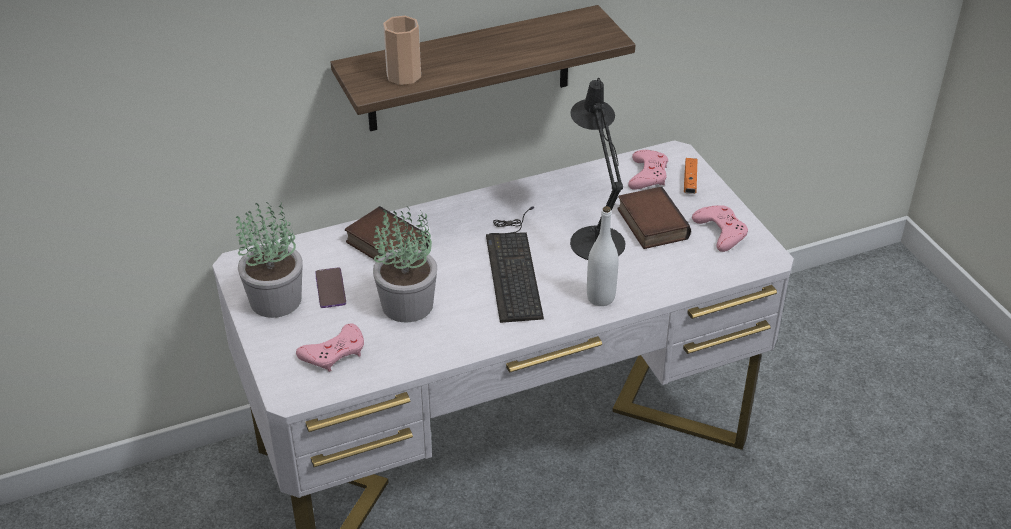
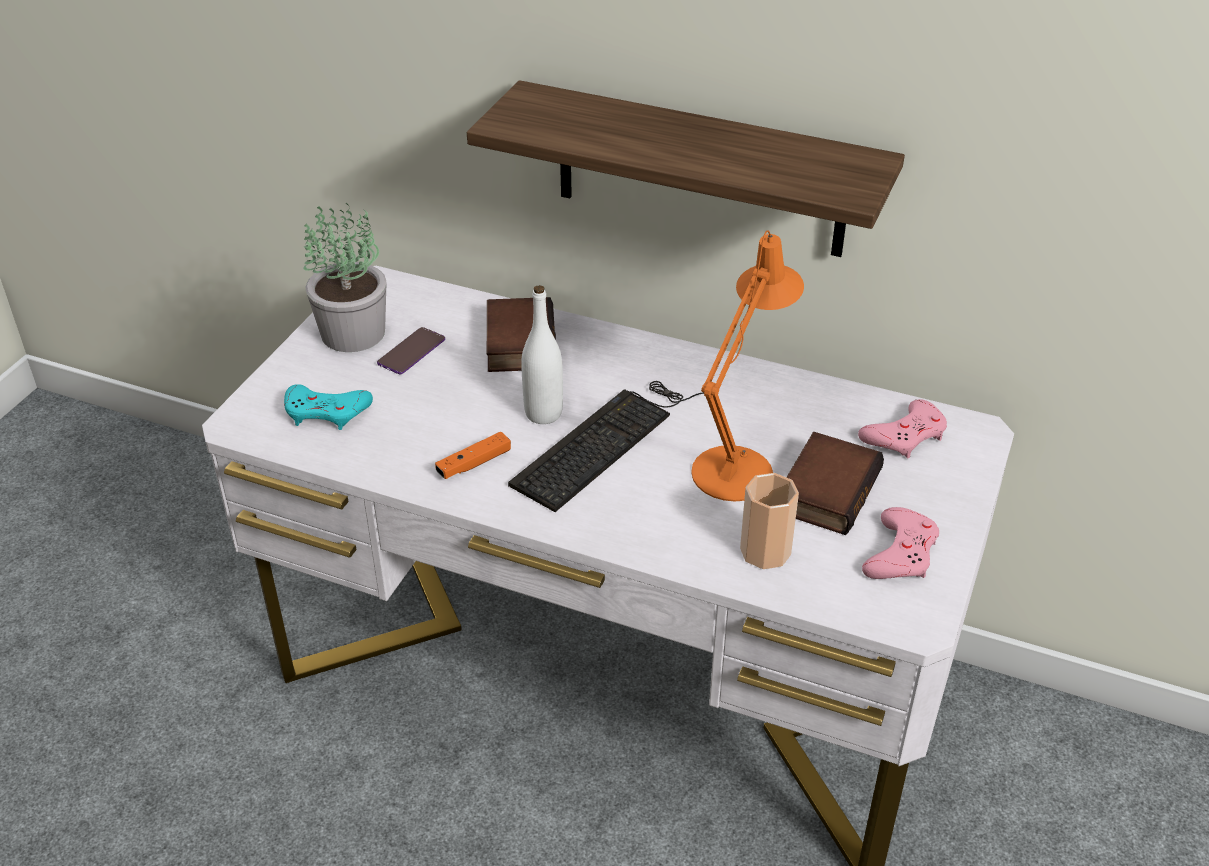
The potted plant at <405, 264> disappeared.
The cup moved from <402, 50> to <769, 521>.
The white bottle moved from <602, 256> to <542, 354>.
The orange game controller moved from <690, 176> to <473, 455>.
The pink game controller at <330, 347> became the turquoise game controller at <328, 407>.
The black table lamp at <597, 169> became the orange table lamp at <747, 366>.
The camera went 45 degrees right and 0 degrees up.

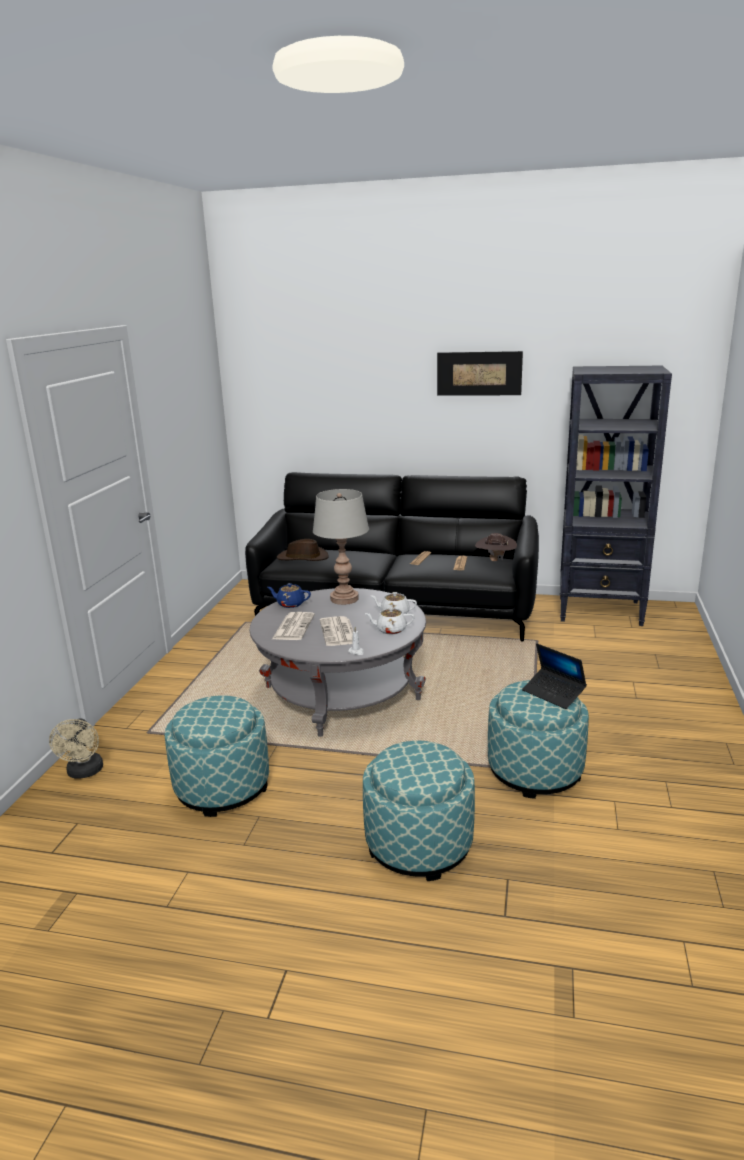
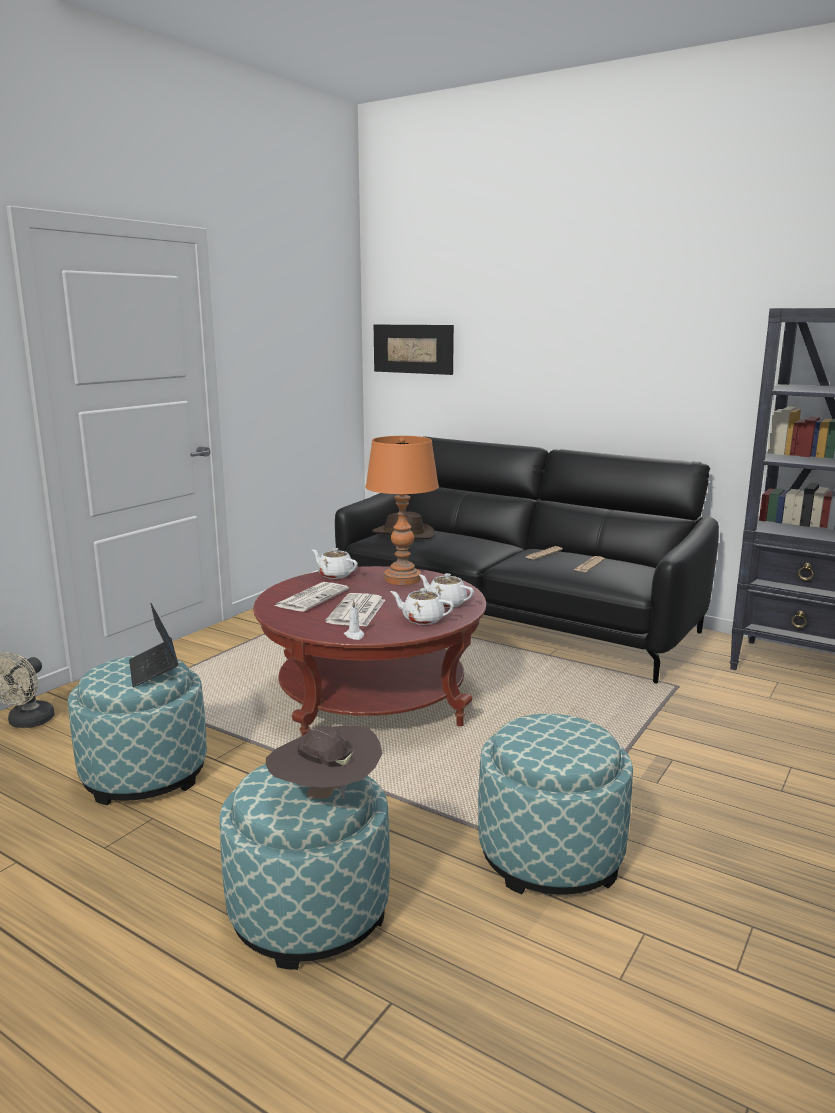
The picture moved from <480, 373> to <414, 350>.
The brown hat moved from <496, 547> to <324, 762>.
The laptop moved from <554, 676> to <153, 645>.
The grey coffee table at <338, 662> became the red coffee table at <369, 651>.
The blue teapot at <289, 595> became the white teapot at <335, 563>.
The grey table lamp at <341, 547> became the orange table lamp at <402, 510>.
The camera went 20 degrees right and 5 degrees down.

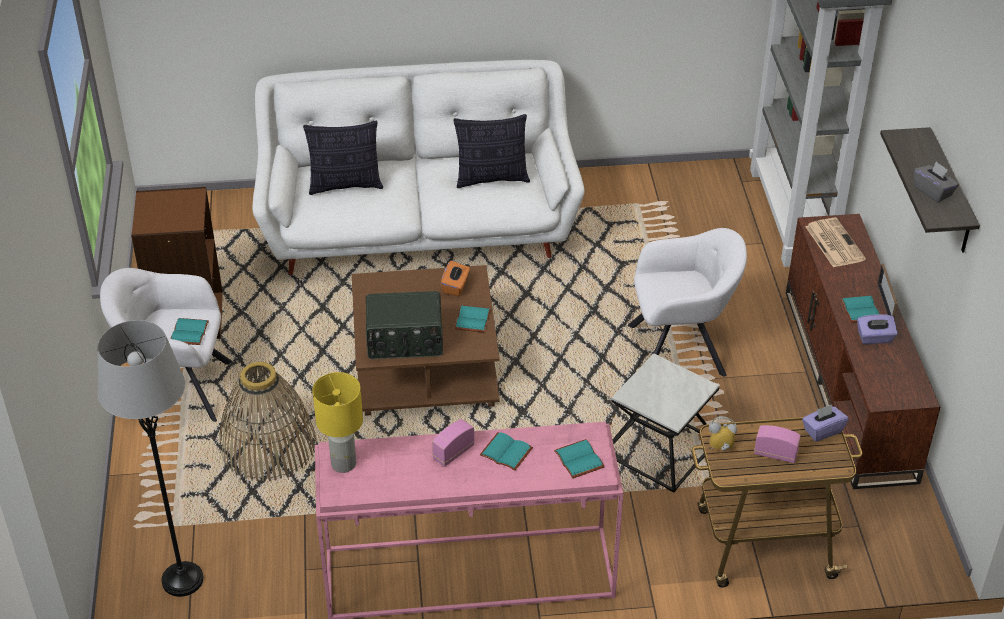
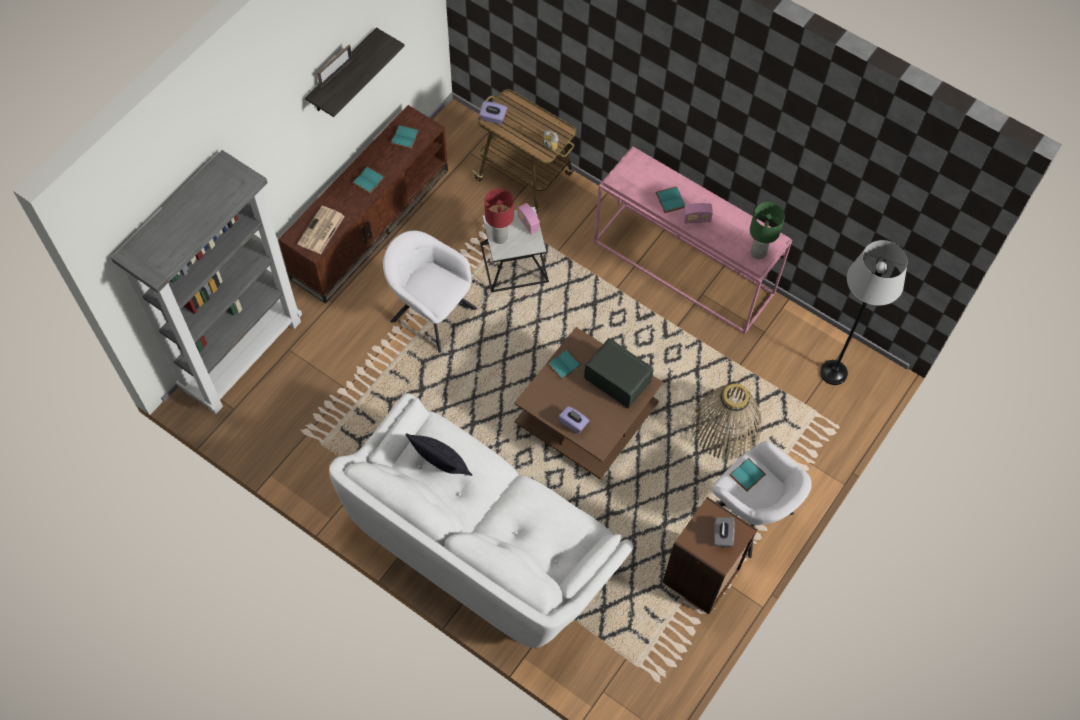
The pillow at <343, 158> disappeared.
The orange tissue box at <455, 278> disappeared.
The red table lamp at <499, 216> appeared.
The turquoise book moved from <579, 459> to <405, 137>.
The radio moved from <777, 444> to <529, 218>.
The purple tissue box moved from <877, 329> to <574, 420>.
The picture frame moved from <887, 291> to <335, 66>.
The grey tissue box moved from <936, 182> to <724, 532>.
The yellow table lamp at <337, 422> became the green table lamp at <767, 231>.
The camera went 140 degrees left and 20 degrees up.

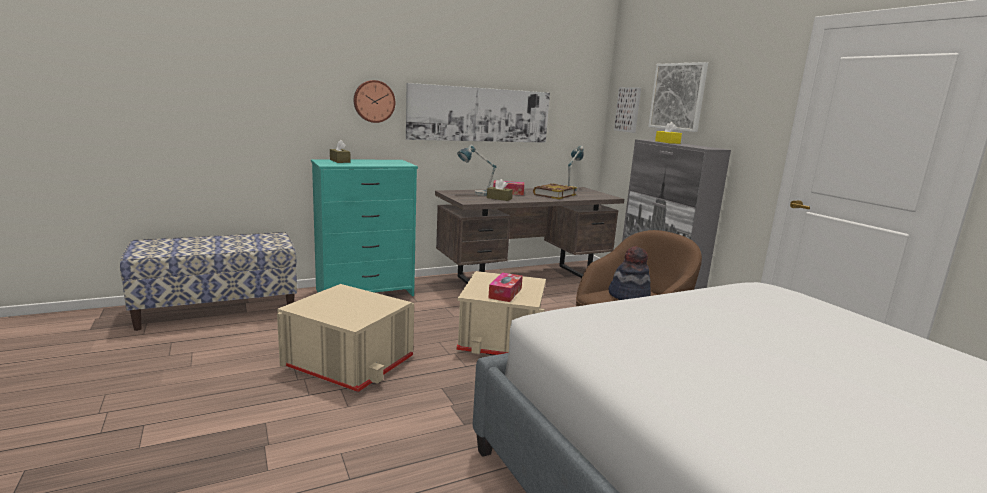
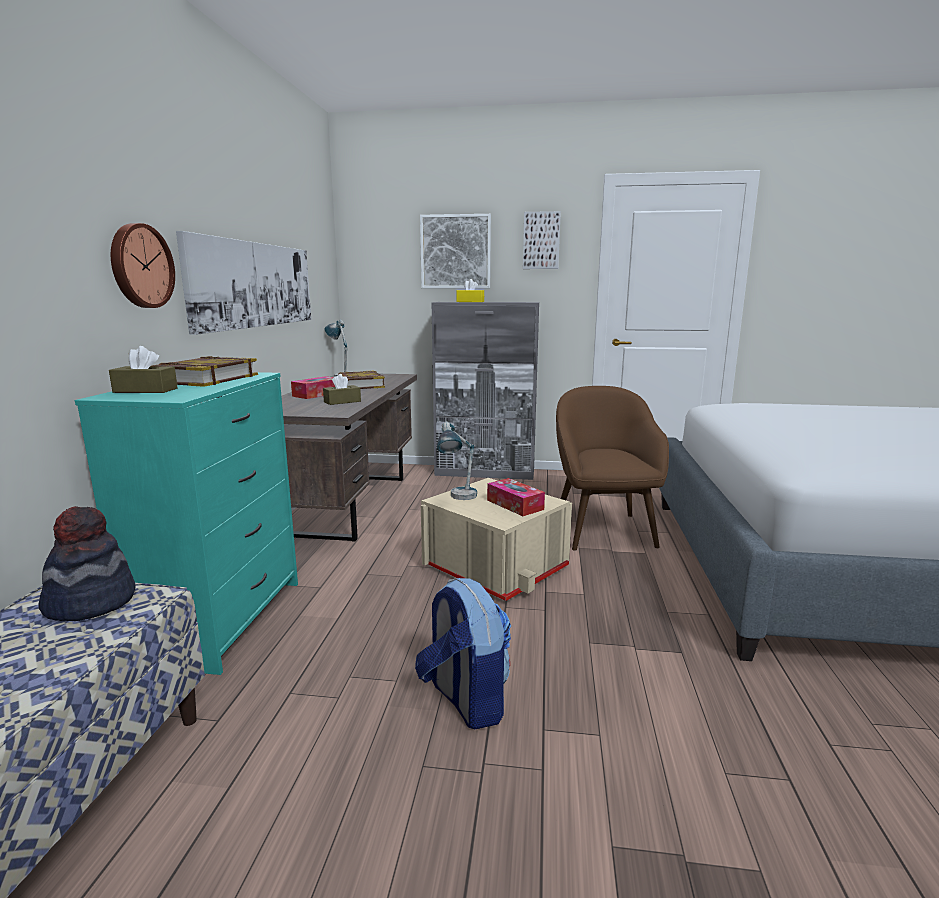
The book at <205, 371> appeared.
The table lamp moved from <476, 170> to <457, 461>.
The hat moved from <629, 273> to <87, 563>.
The picture moved from <627, 110> to <542, 240>.
The beige storage box at <345, 338> was replaced by the backpack at <463, 653>.
The camera went 55 degrees left and 0 degrees up.

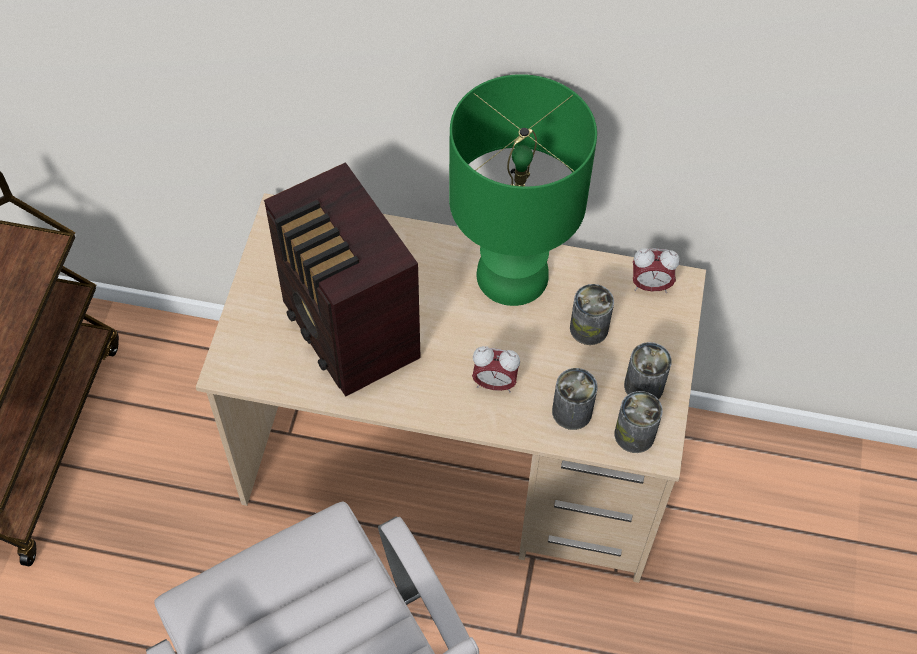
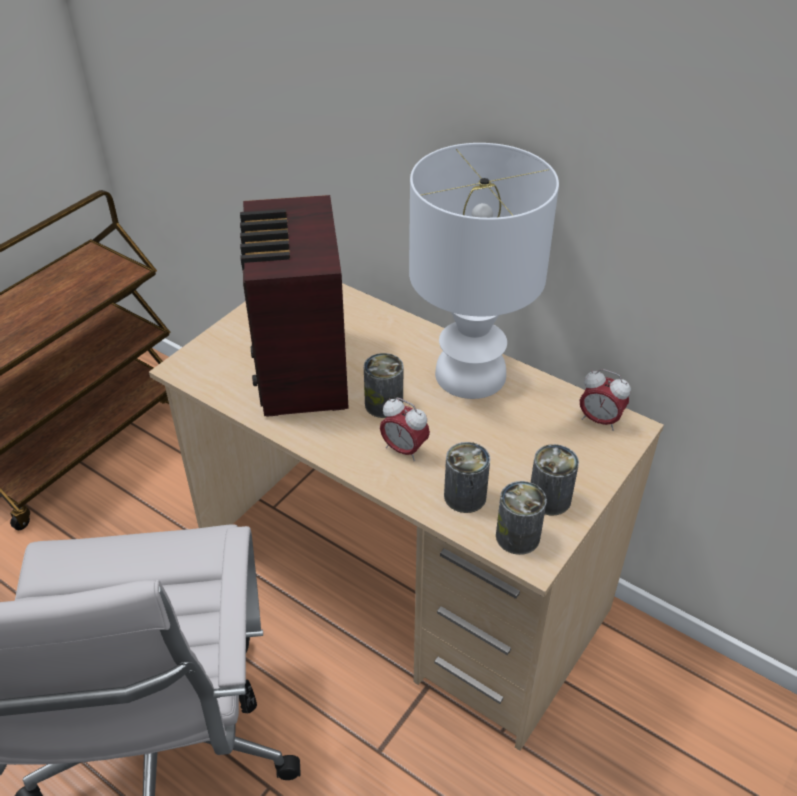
The can moved from <592, 314> to <383, 385>.
The green table lamp at <523, 190> became the white table lamp at <484, 271>.
The camera went 25 degrees right and 15 degrees down.

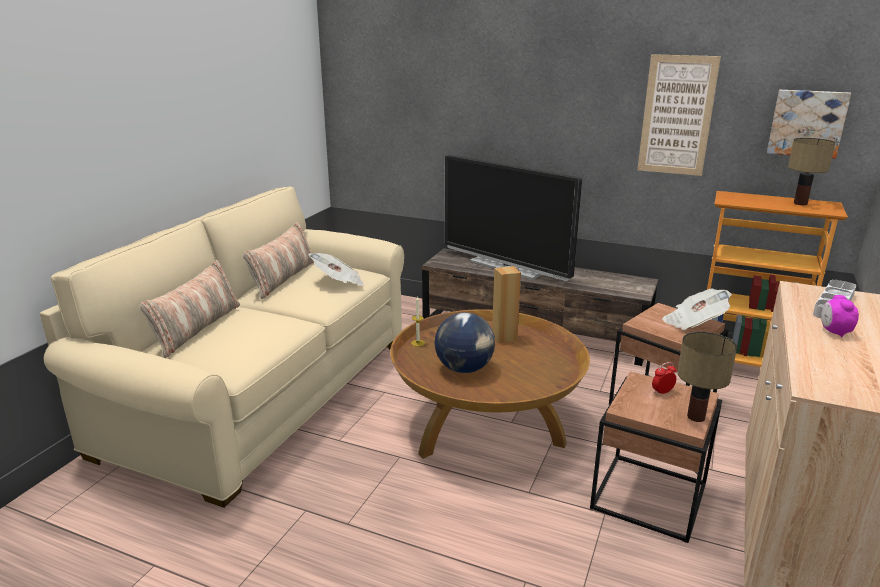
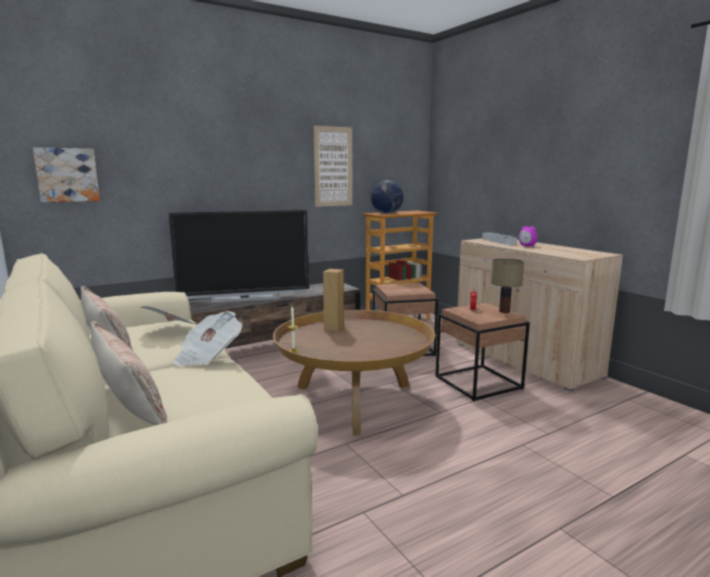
The table lamp at <811, 171> disappeared.
The globe moved from <465, 342> to <387, 197>.
The newspaper moved from <697, 309> to <207, 338>.
The picture moved from <809, 124> to <66, 175>.
The camera went 55 degrees left and 10 degrees down.

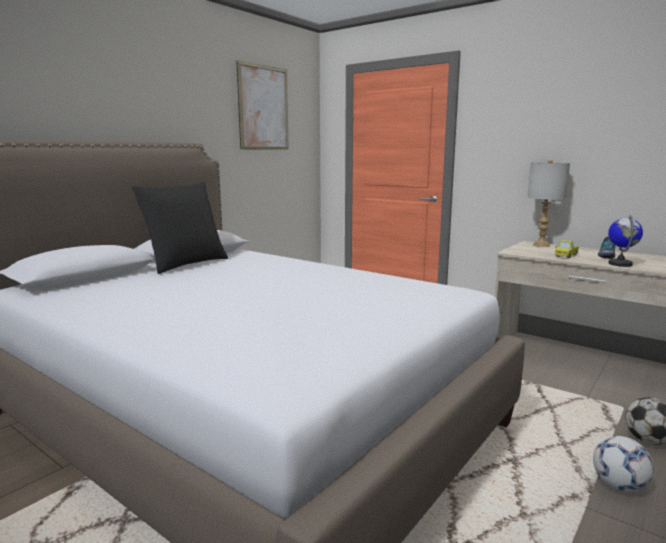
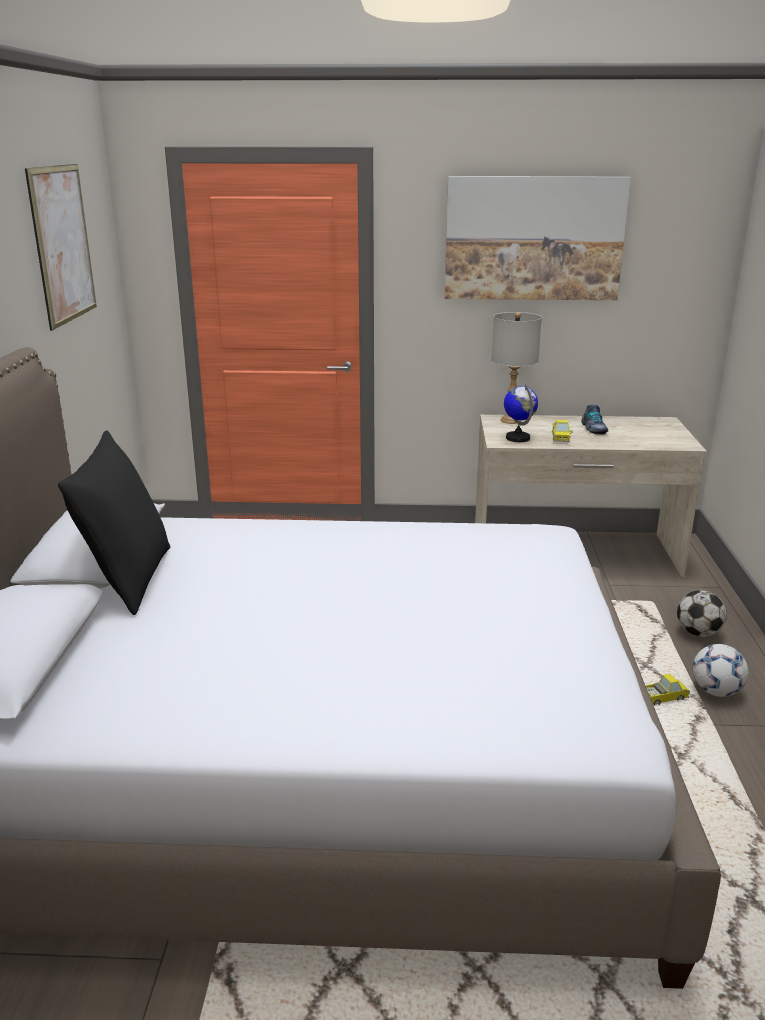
The picture at <538, 238> appeared.
The toy truck at <667, 690> appeared.
The globe moved from <625, 241> to <521, 413>.
The camera went 35 degrees left and 10 degrees up.

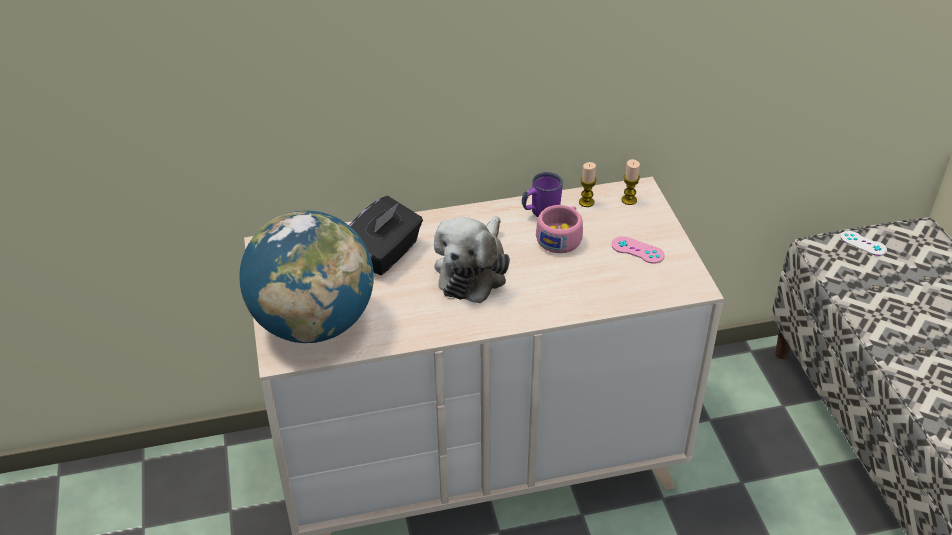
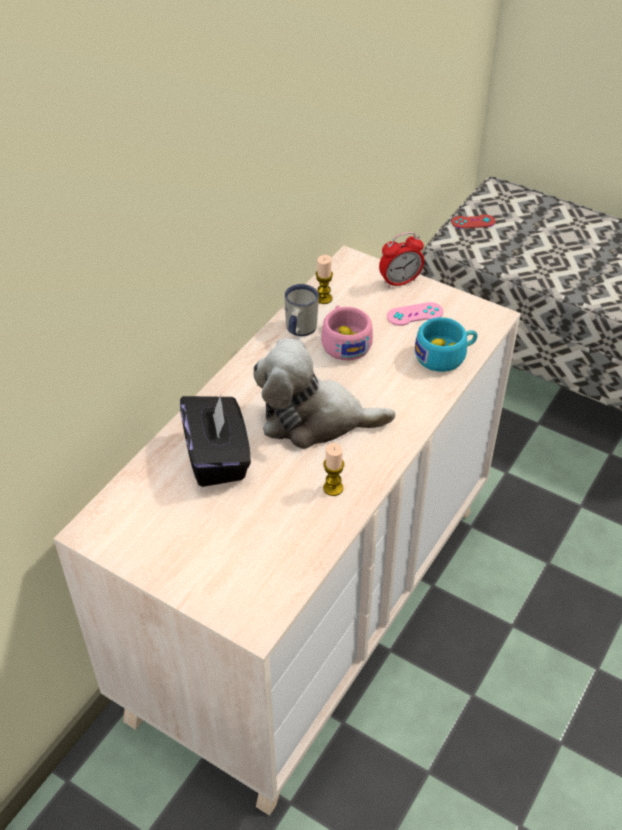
The globe at <306, 277> disappeared.
The alarm clock at <401, 260> appeared.
The turquoise cup at <446, 344> appeared.
The candle moved from <630, 182> to <333, 469>.
The purple mug at <542, 194> became the white mug at <302, 310>.
The white game controller at <863, 243> became the red game controller at <473, 221>.
The plush toy at <472, 259> turned 120 degrees clockwise.
The camera went 45 degrees left and 5 degrees up.

